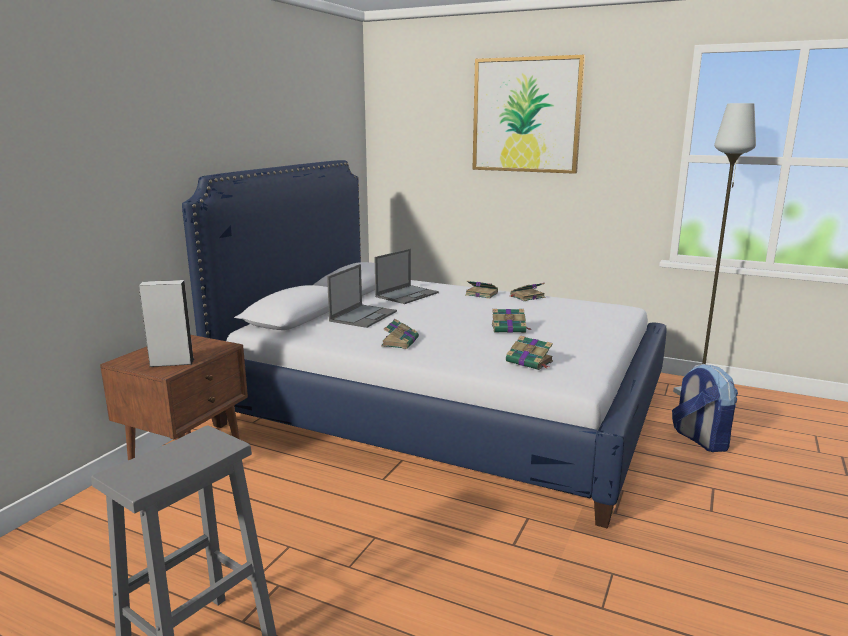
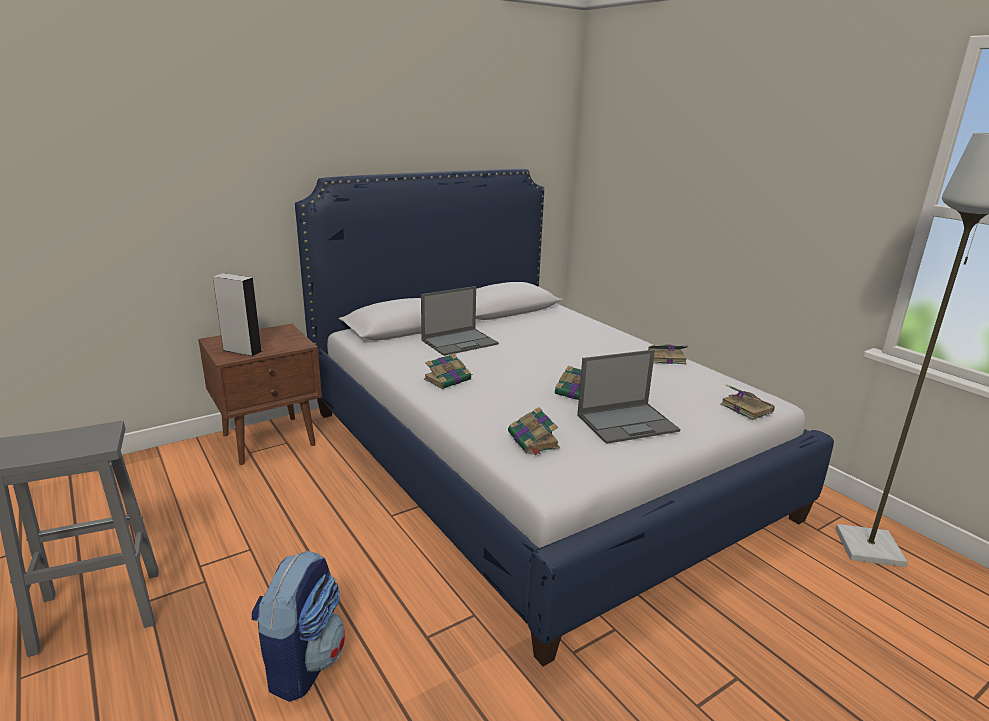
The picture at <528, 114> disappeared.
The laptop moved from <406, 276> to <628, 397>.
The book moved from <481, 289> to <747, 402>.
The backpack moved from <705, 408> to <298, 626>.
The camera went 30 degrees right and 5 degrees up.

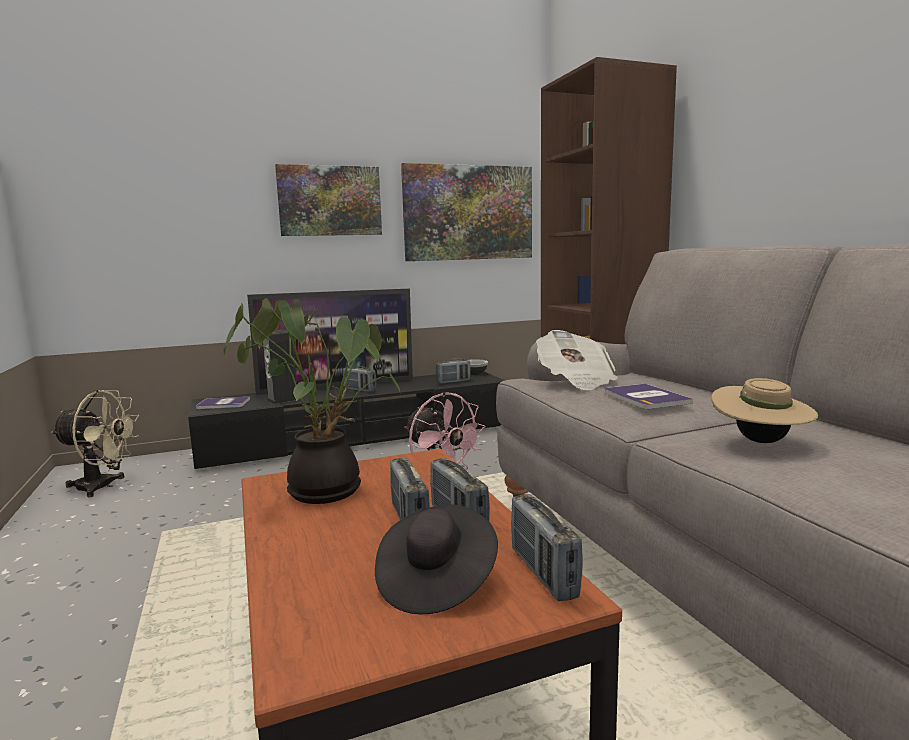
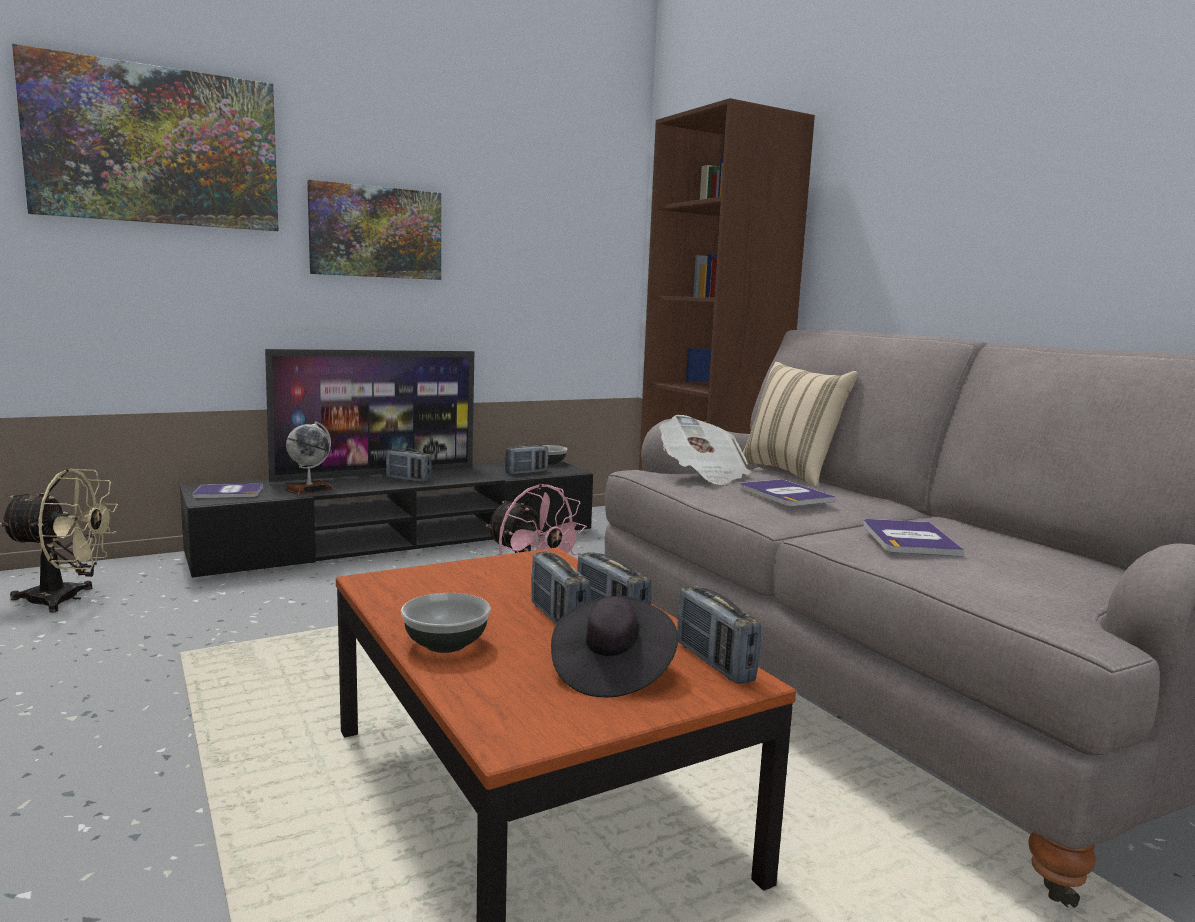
The potted plant at <311, 401> disappeared.
The bowl at <446, 623> appeared.
The beige pillow at <800, 424> appeared.
The picture moved from <466, 212> to <145, 137>.
The speaker at <281, 366> was replaced by the globe at <310, 458>.
The beige hat at <764, 410> was replaced by the book at <913, 538>.
The camera went 10 degrees left and 0 degrees up.

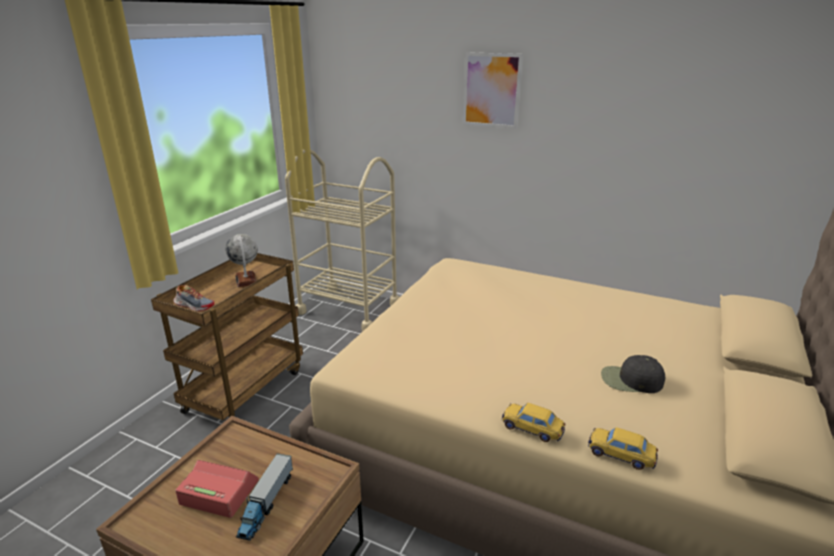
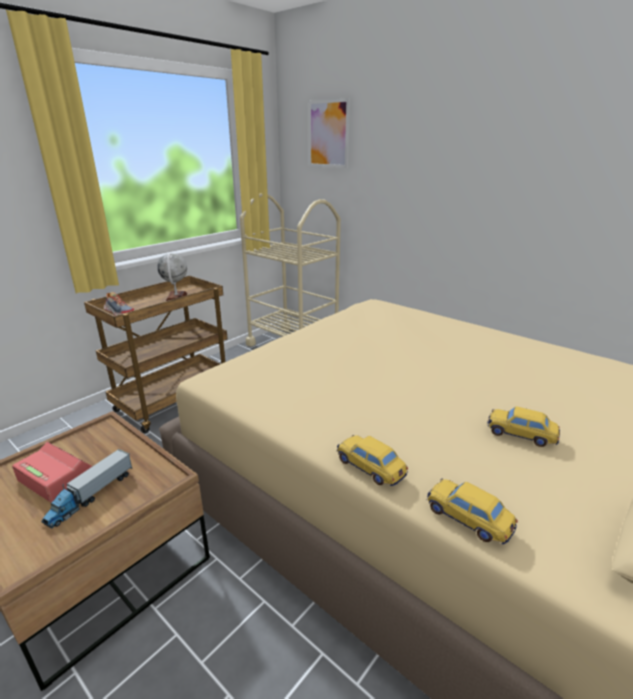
The picture moved from <493, 90> to <329, 133>.
The black cap at <633, 374> was replaced by the toy car at <523, 426>.
The camera went 15 degrees right and 0 degrees up.

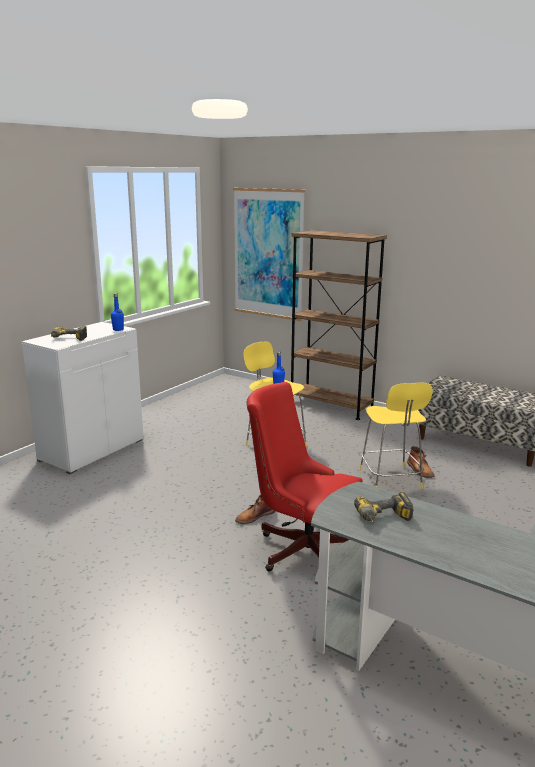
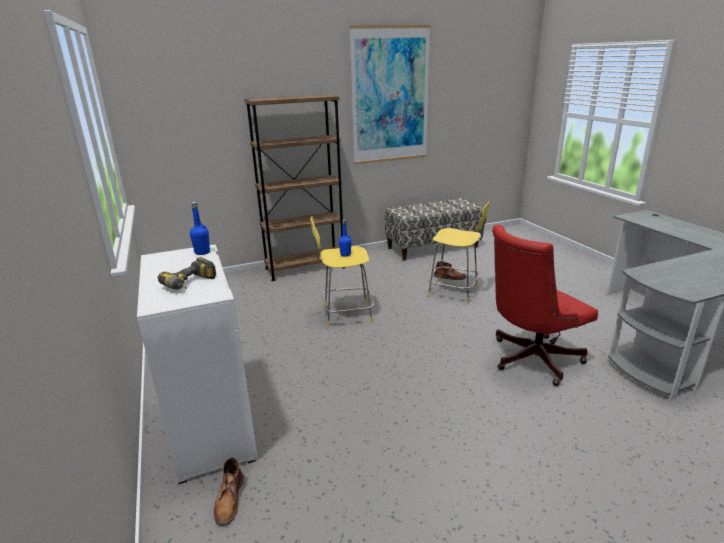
The power drill at <383, 508> disappeared.
The picture moved from <269, 254> to <390, 94>.
The brown boot moved from <255, 509> to <229, 491>.
The camera went 55 degrees left and 5 degrees up.

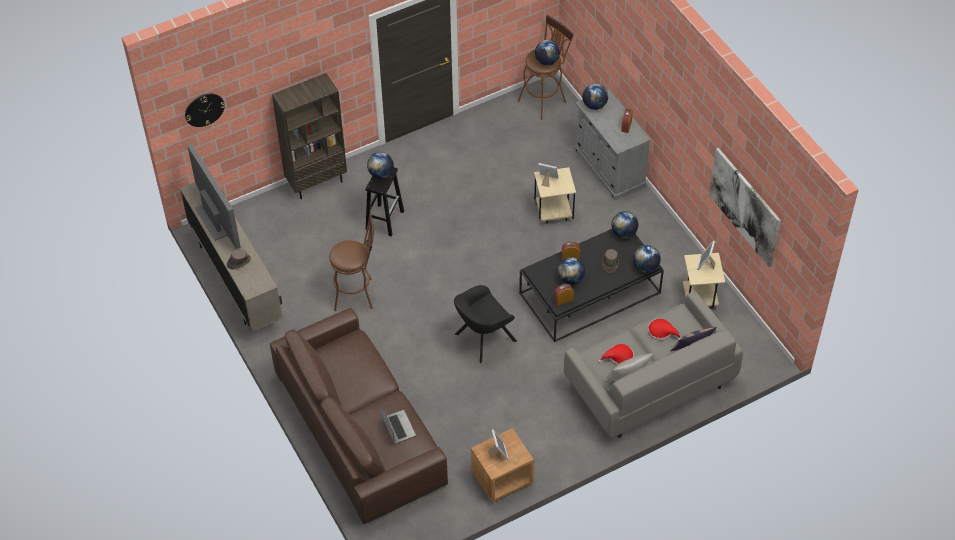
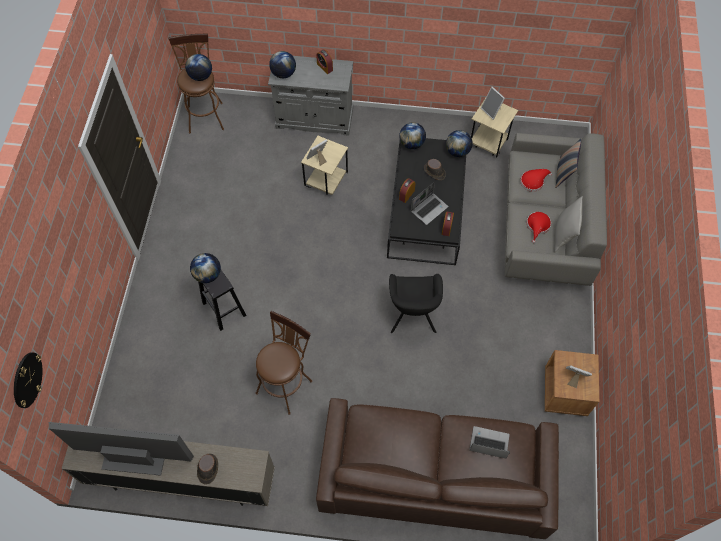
The brown bookcase at <309, 136> disappeared.
The picture at <745, 207> disappeared.
The globe at <571, 271> was replaced by the laptop at <429, 203>.
The camera went 55 degrees left and 10 degrees up.

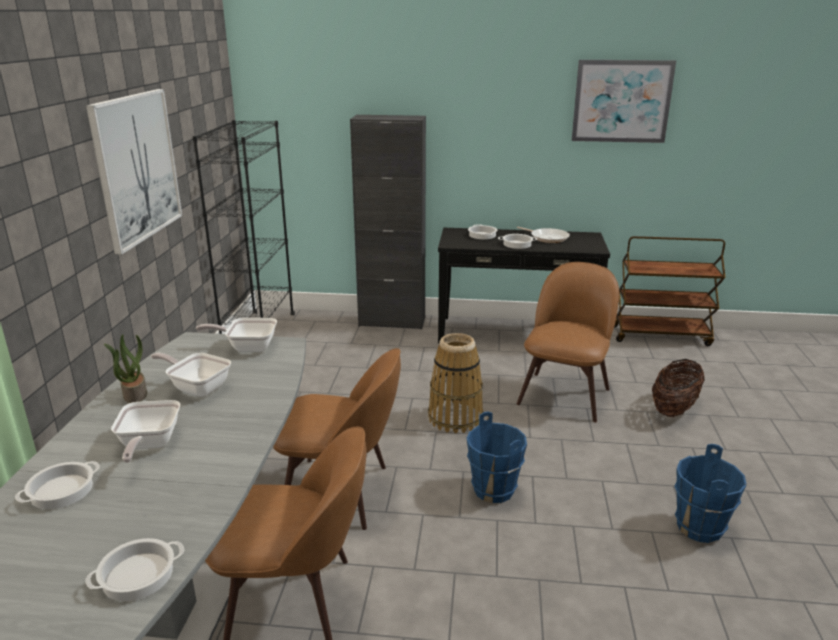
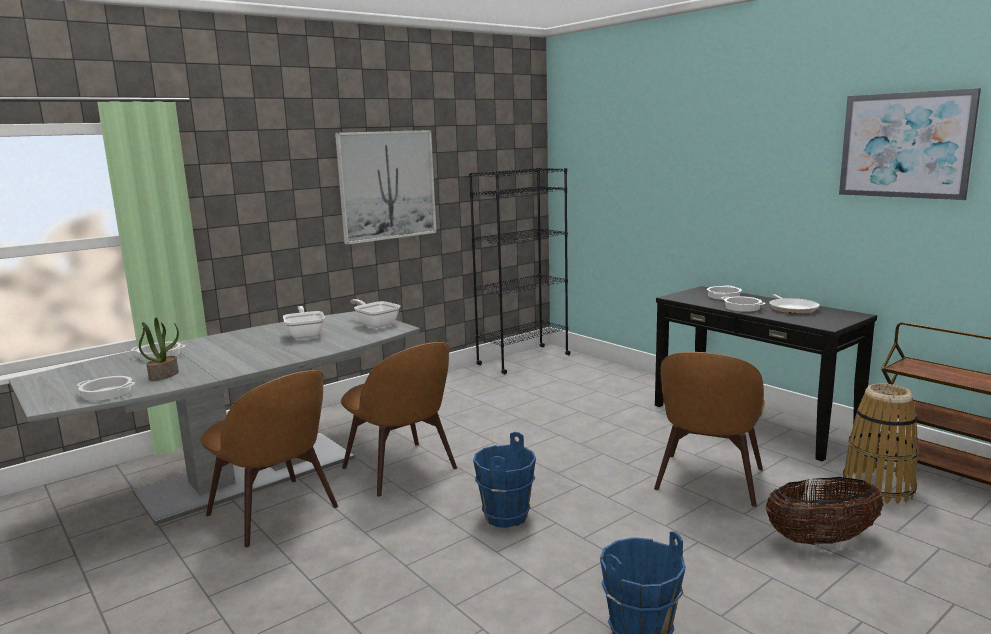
The frying pan at <145, 431> disappeared.
The black cabinet at <388, 222> disappeared.
The potted plant moved from <125, 368> to <159, 349>.
The basket moved from <455, 383> to <881, 443>.
The brown chair at <568, 342> turned 135 degrees clockwise.
The camera went 45 degrees right and 10 degrees down.

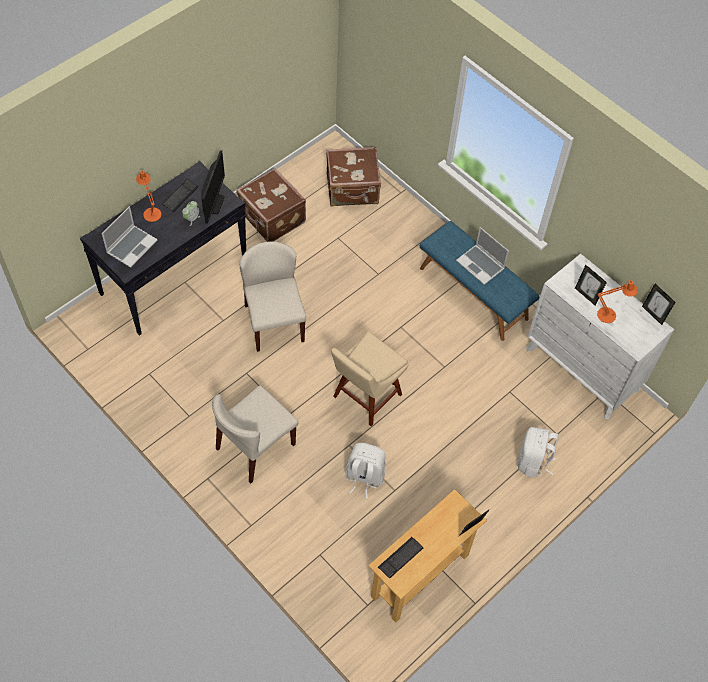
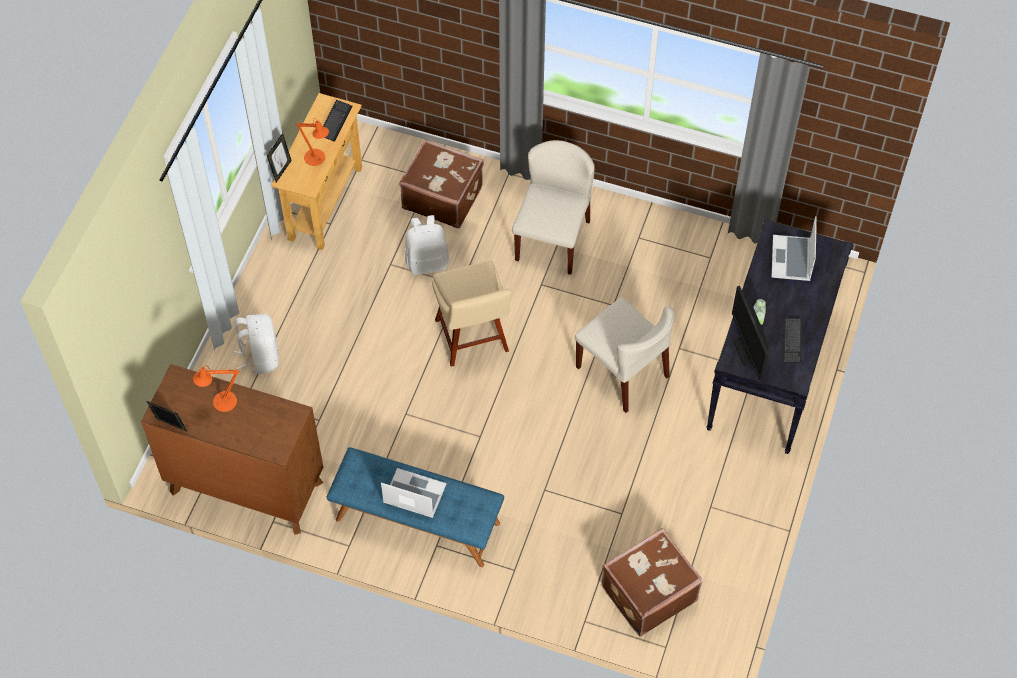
The picture frame at <591, 285> disappeared.
The orange table lamp moved from <148, 196> to <312, 142>.
The brown suitcase moved from <271, 205> to <441, 183>.
The white dresser at <600, 336> became the brown dresser at <232, 449>.
The beige chair at <369, 379> turned 150 degrees clockwise.
The camera went 155 degrees right and 0 degrees up.

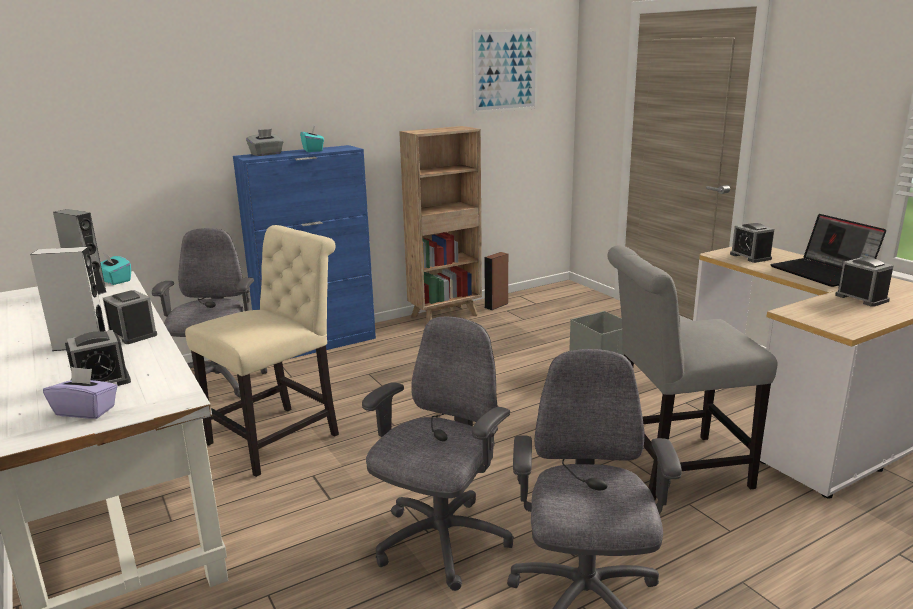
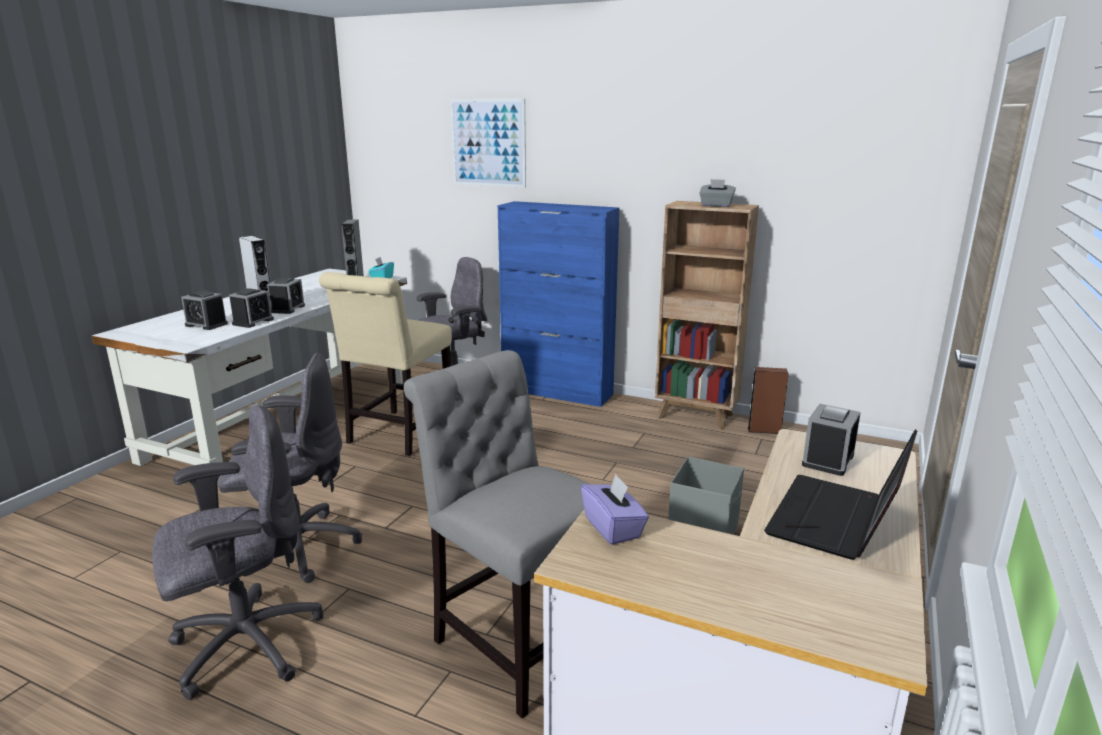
The turquoise tissue box at <312, 139> disappeared.
The purple tissue box moved from <80, 393> to <615, 509>.
The grey tissue box moved from <265, 142> to <717, 193>.
The picture moved from <505, 71> to <488, 143>.
The alarm clock moved from <864, 282> to <251, 308>.
The beige chair at <262, 351> turned 105 degrees clockwise.
The camera went 55 degrees right and 0 degrees up.

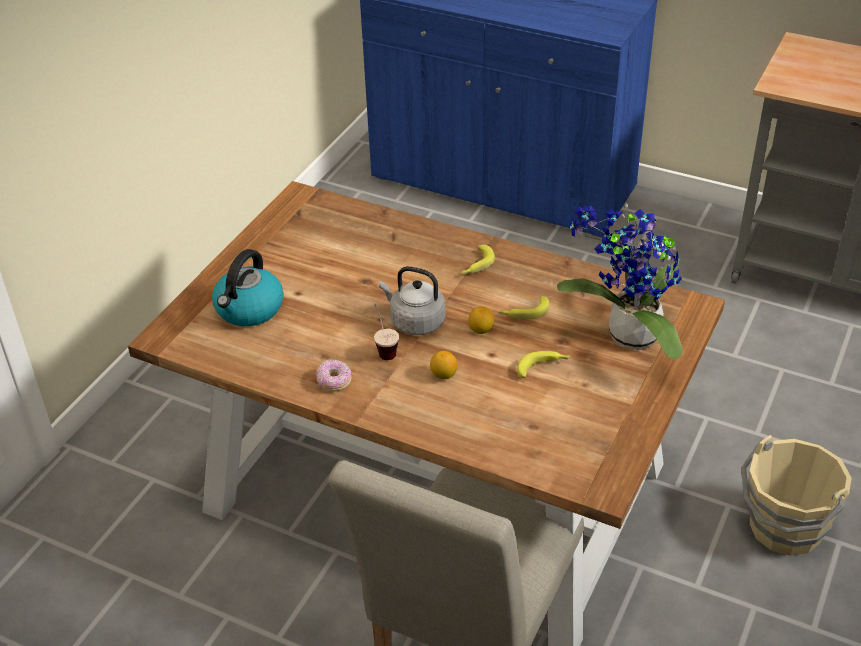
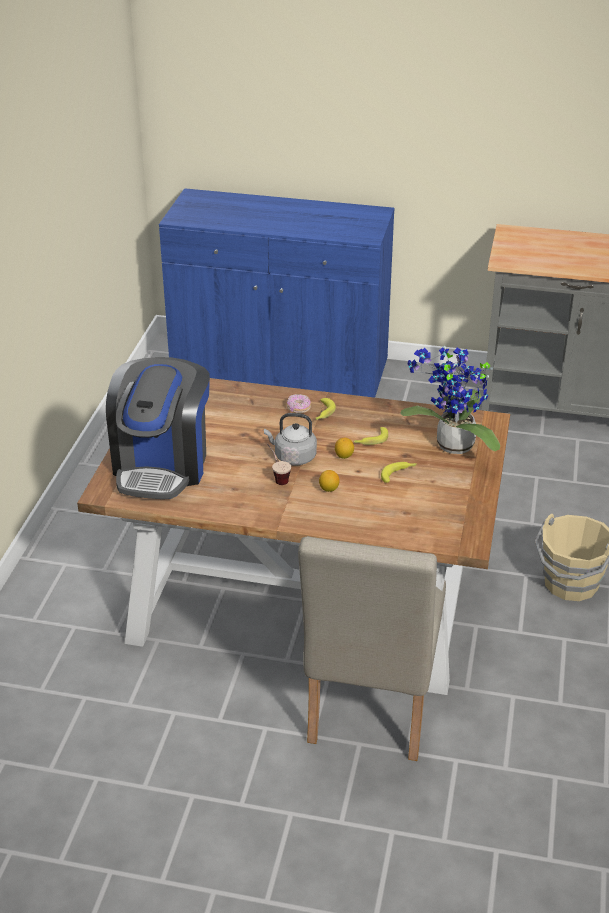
The donut moved from <333, 375> to <299, 403>.
The kettle at <247, 287> was replaced by the coffee machine at <158, 428>.
The camera went 15 degrees left and 5 degrees down.

